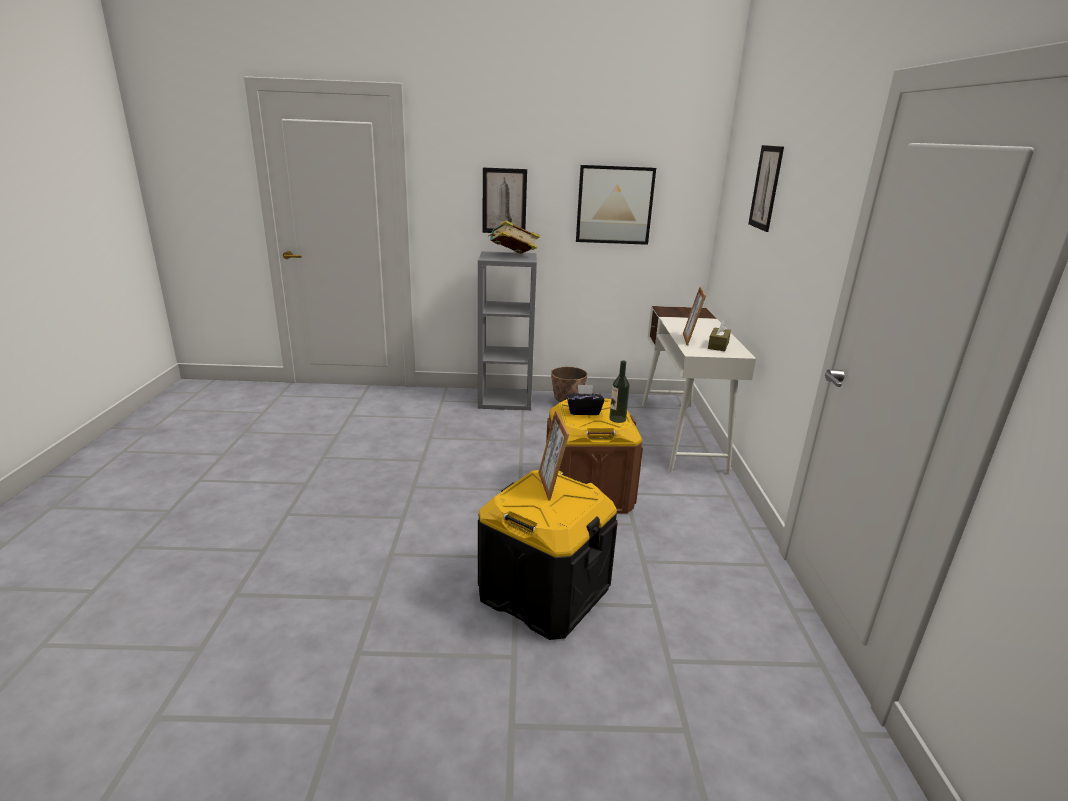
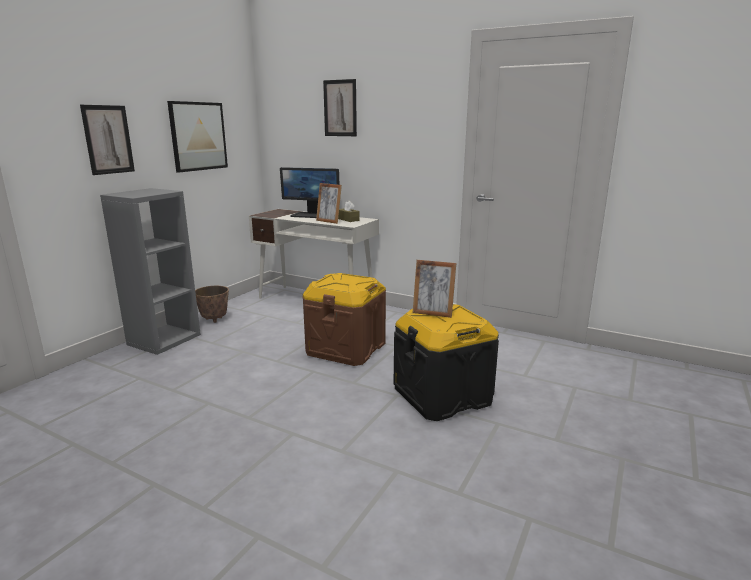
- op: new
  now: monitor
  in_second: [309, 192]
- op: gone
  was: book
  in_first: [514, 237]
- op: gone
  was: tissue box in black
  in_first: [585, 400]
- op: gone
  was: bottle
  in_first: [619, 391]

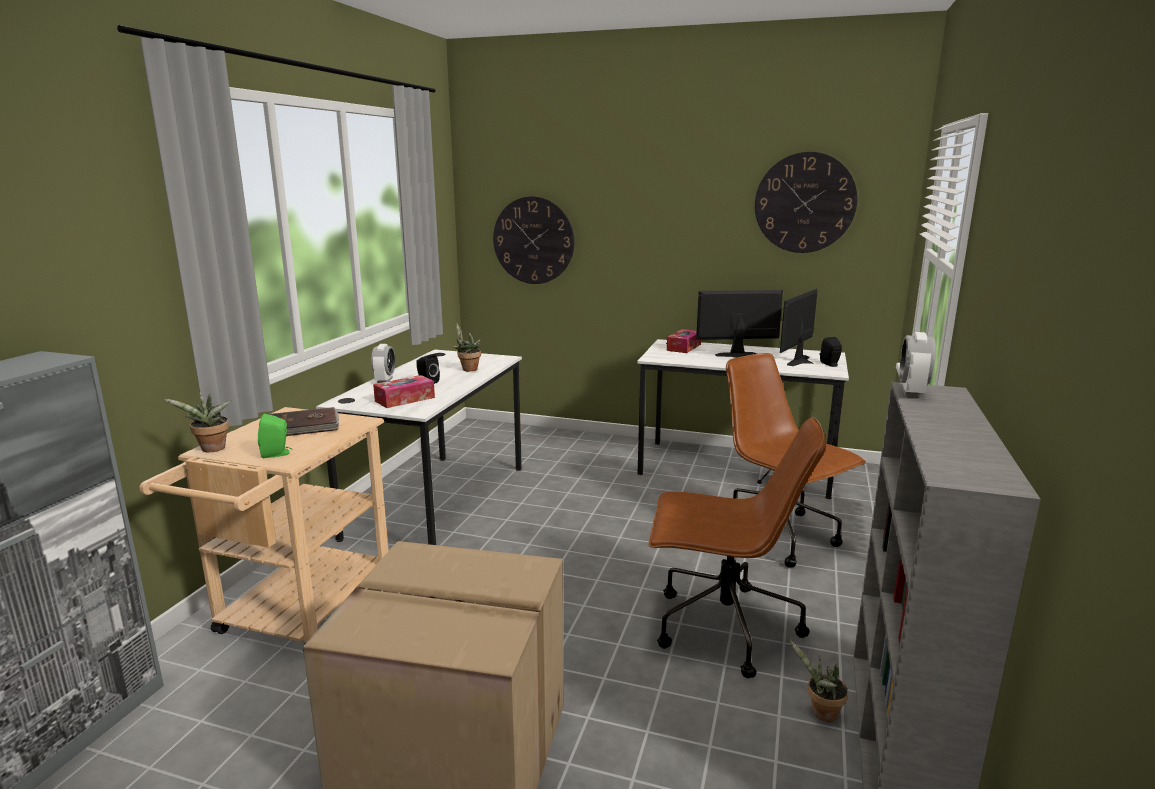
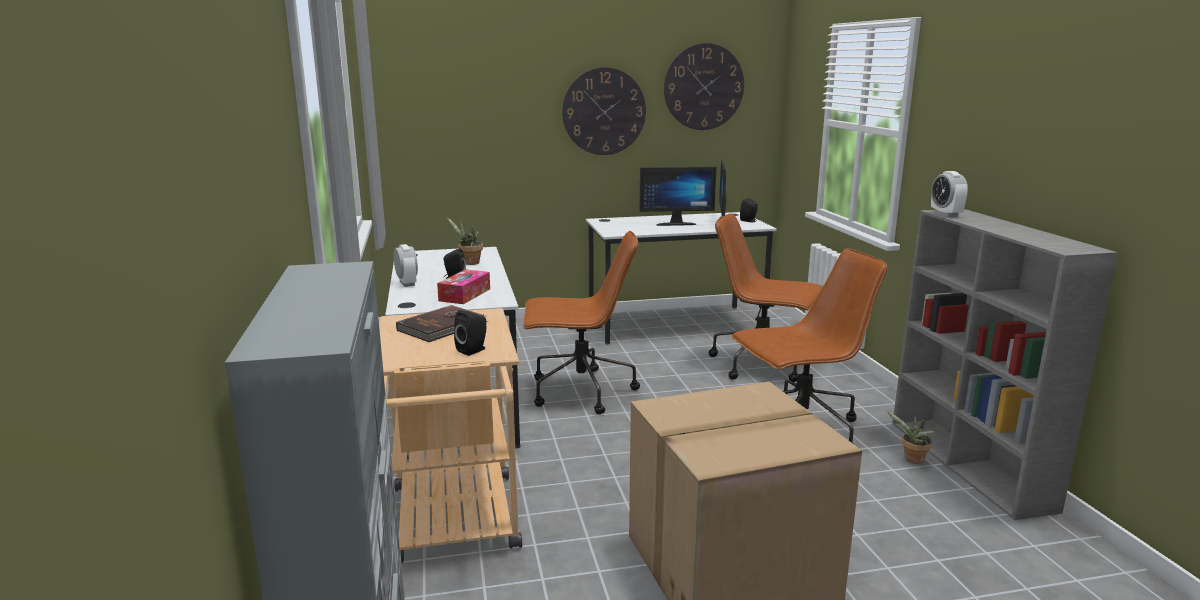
- op: repainted
  was: speaker in green
  now: speaker in black
  in_first: [275, 435]
  in_second: [470, 333]
- op: new
  now: office chair in brown
  in_second: [581, 322]
- op: shifted
  was: wall clock
  in_first: [534, 240]
  in_second: [604, 111]
- op: rotated
  was: monitor
  in_first: [739, 324]
  in_second: [678, 196]
  clockwise: -150
- op: gone
  was: potted plant
  in_first: [197, 422]
- op: gone
  was: tissue box
  in_first: [684, 341]

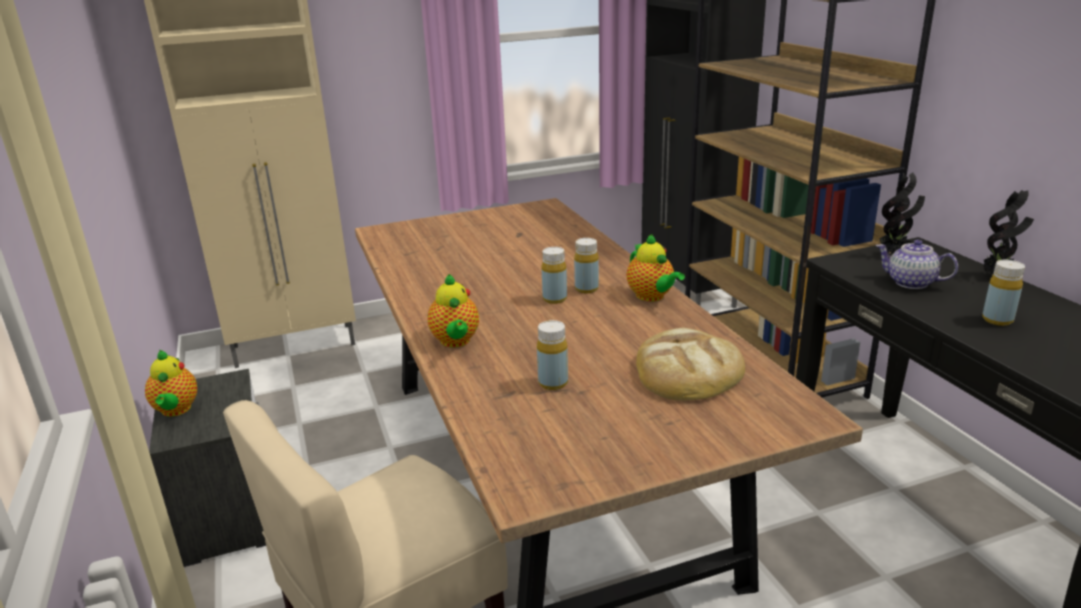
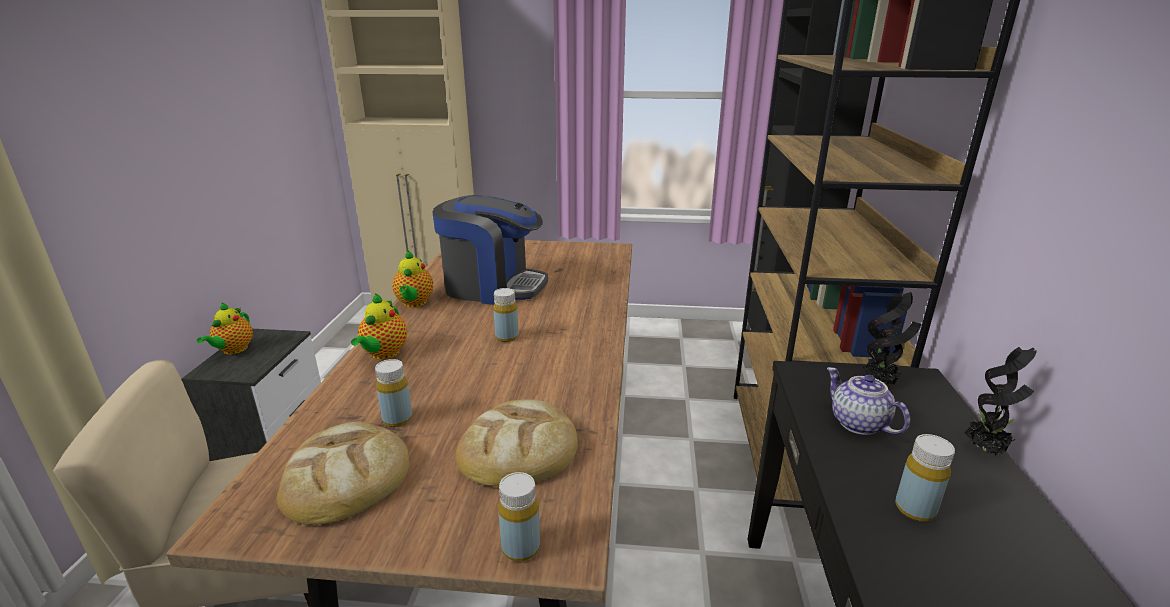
- op: new
  now: bread
  in_second: [343, 473]
- op: shifted
  was: teapot
  in_first: [656, 268]
  in_second: [412, 279]
- op: new
  now: coffee machine
  in_second: [490, 250]
- op: shifted
  was: bottle in yellow
  in_first: [586, 265]
  in_second: [519, 517]

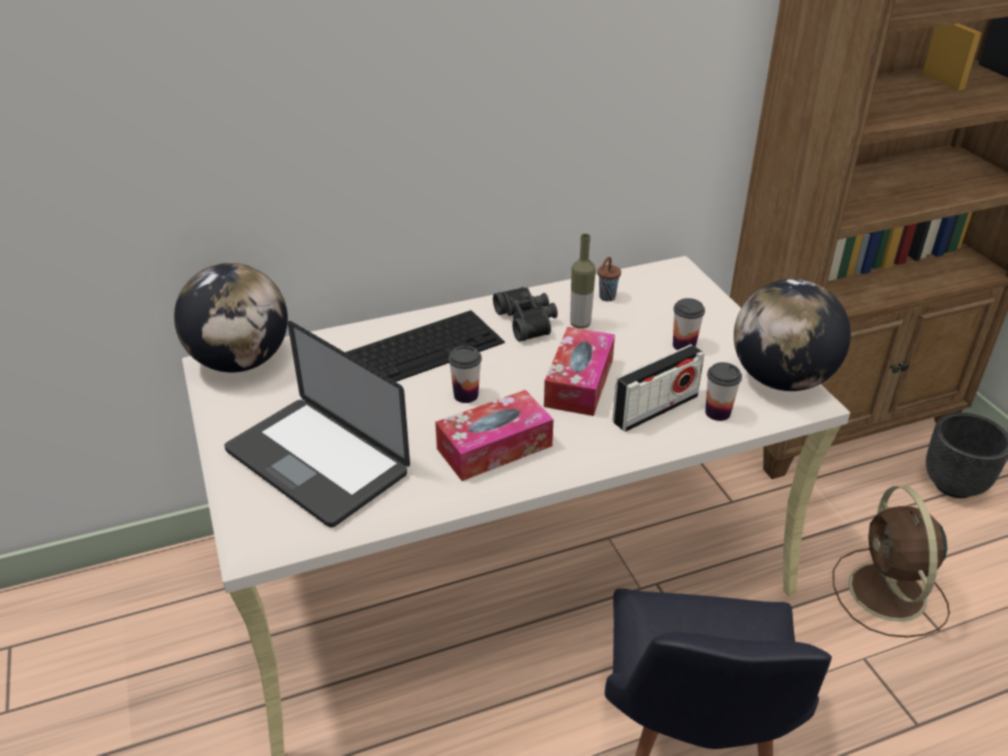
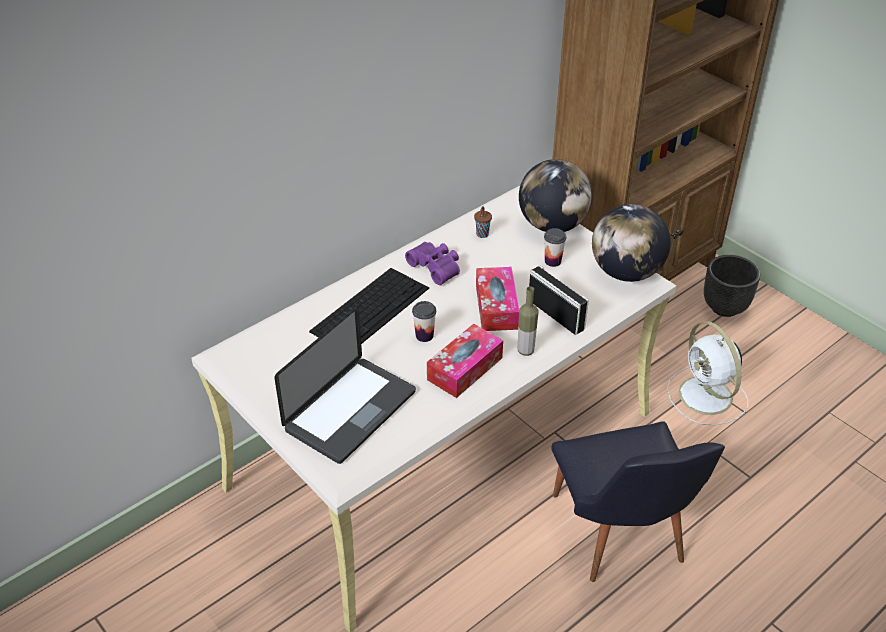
- op: rotated
  was: laptop
  in_first: [317, 424]
  in_second: [345, 385]
  clockwise: -75
- op: repainted
  was: binoculars in black
  now: binoculars in purple
  in_first: [525, 314]
  in_second: [432, 263]
- op: shifted
  was: bottle
  in_first: [583, 281]
  in_second: [528, 321]
- op: shifted
  was: globe
  in_first: [231, 317]
  in_second: [555, 195]
- op: rotated
  was: radio
  in_first: [658, 388]
  in_second: [559, 300]
  clockwise: -75
- op: repainted
  was: fan in brown
  now: fan in white
  in_first: [891, 562]
  in_second: [707, 373]
- op: gone
  was: cup
  in_first: [723, 391]

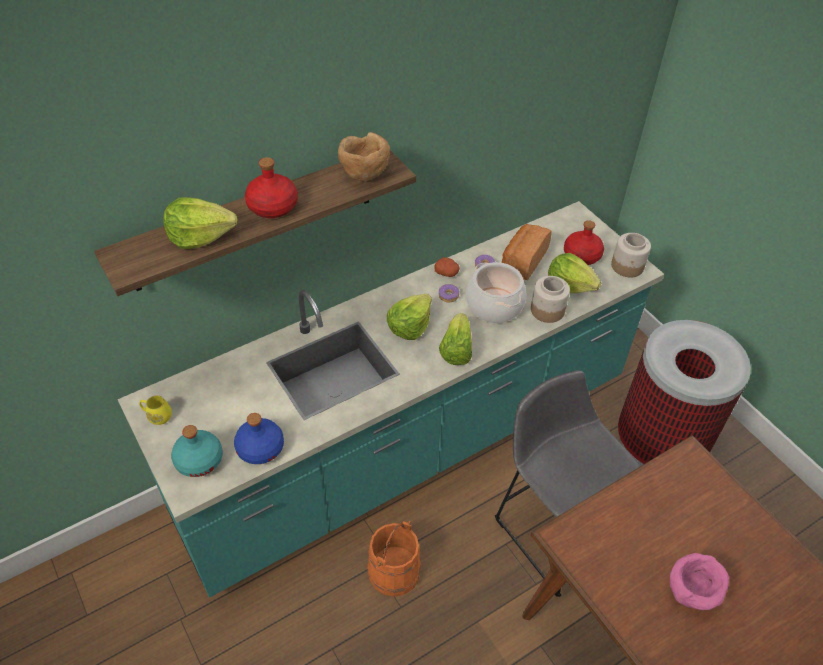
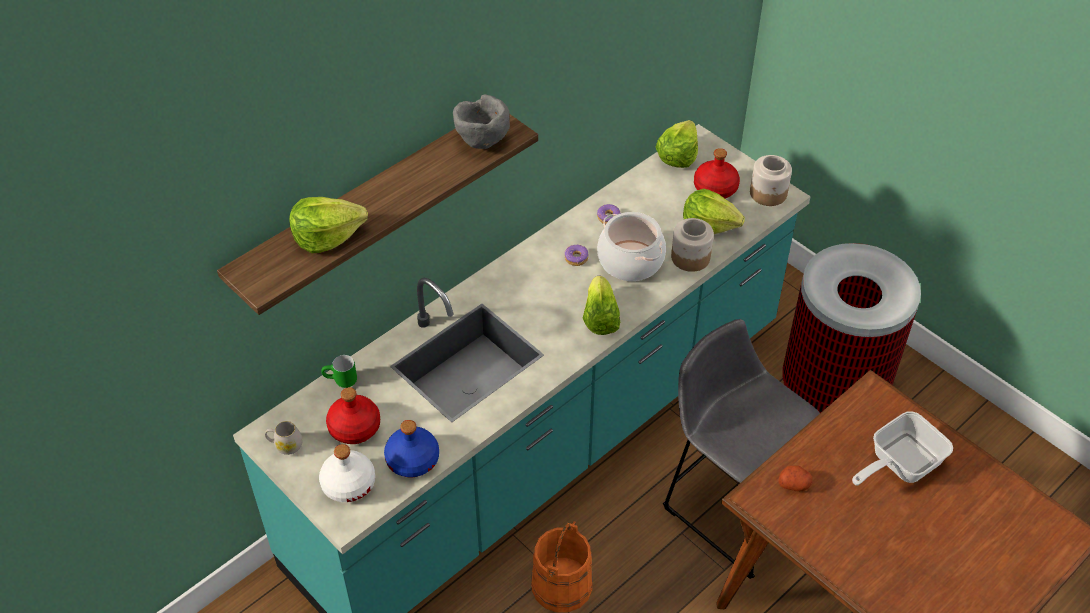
- op: repainted
  was: mug in yellow
  now: mug in white
  in_first: [155, 410]
  in_second: [283, 438]
- op: repainted
  was: bottle in turquoise
  now: bottle in white
  in_first: [197, 451]
  in_second: [347, 473]
- op: new
  now: mug in green
  in_second: [339, 371]
- op: shifted
  was: bottle in red
  in_first: [271, 187]
  in_second: [353, 415]
- op: repainted
  was: bowl in brown
  now: bowl in grey
  in_first: [364, 156]
  in_second: [481, 121]
- op: shifted
  was: lettuce
  in_first: [409, 317]
  in_second: [677, 144]
- op: shifted
  was: potato
  in_first: [447, 267]
  in_second: [795, 478]
- op: new
  now: frying pan
  in_second: [902, 448]
- op: gone
  was: bread
  in_first: [527, 252]
- op: gone
  was: bowl in pink
  in_first: [699, 581]

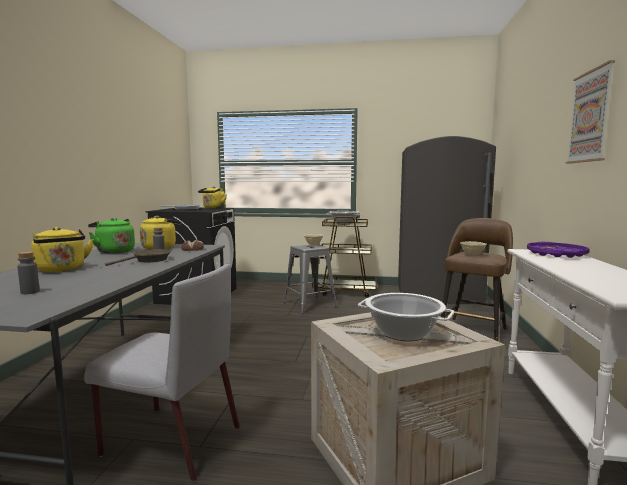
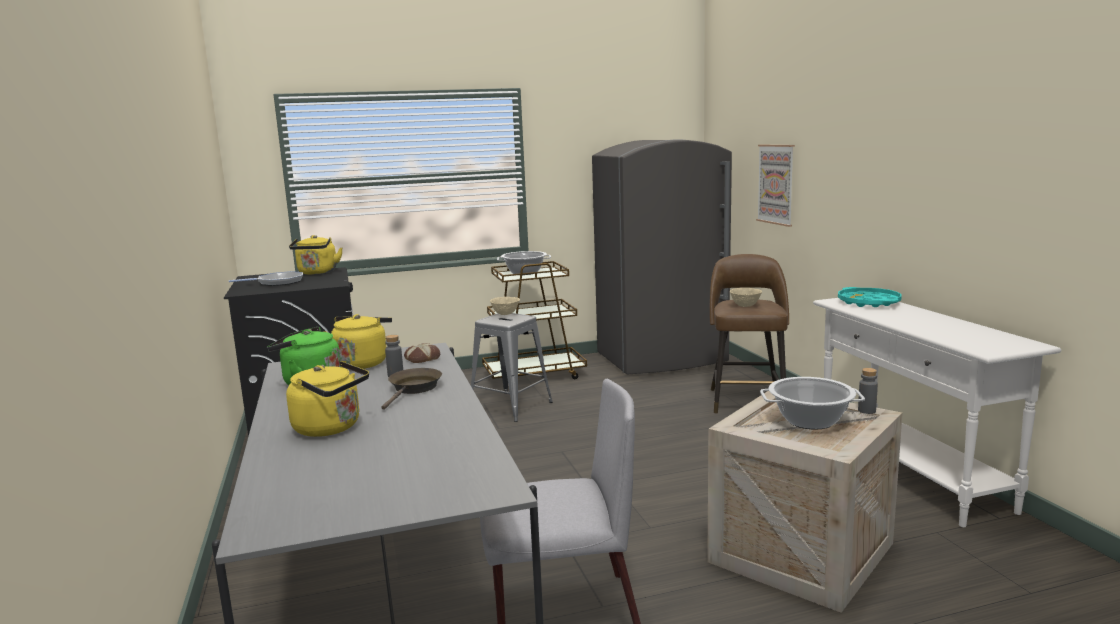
- op: shifted
  was: picture
  in_first: [590, 112]
  in_second: [775, 186]
- op: repainted
  was: tray in purple
  now: tray in turquoise
  in_first: [558, 250]
  in_second: [870, 297]
- op: shifted
  was: bottle in grey
  in_first: [28, 272]
  in_second: [868, 391]

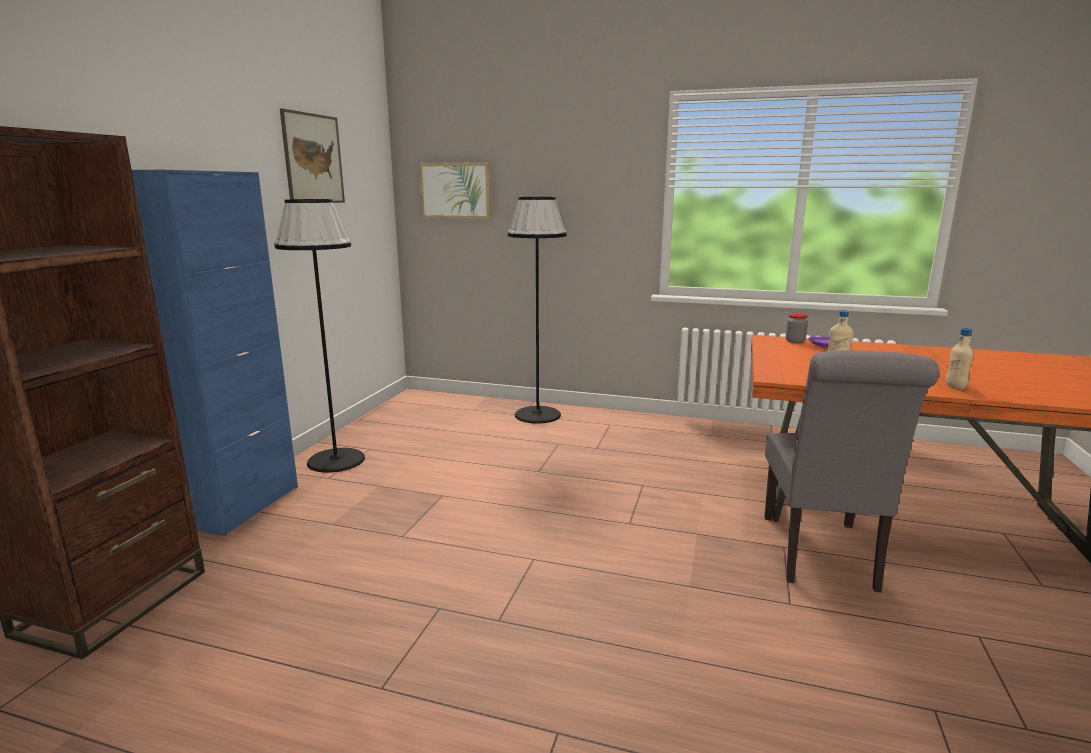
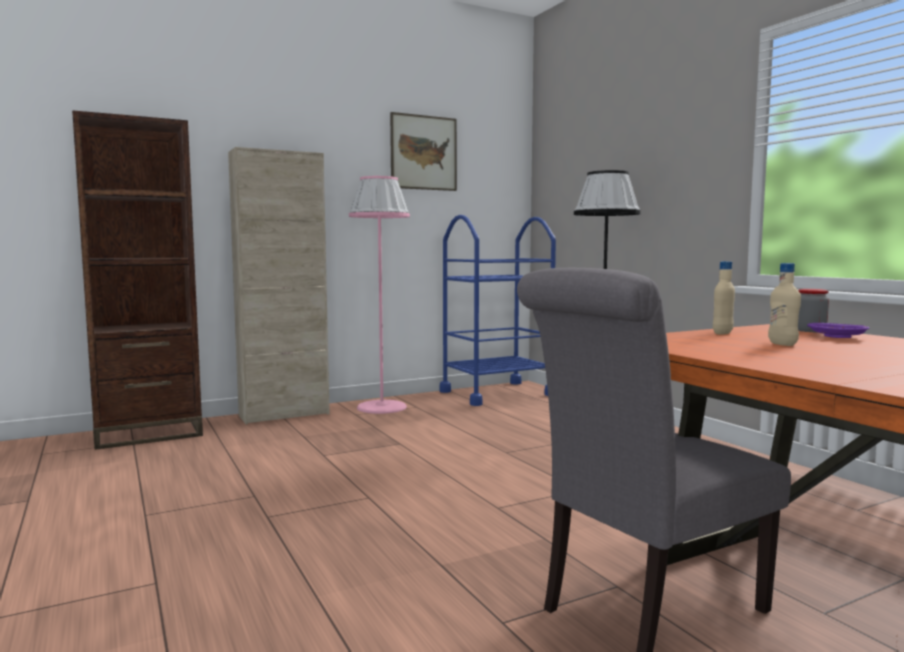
- op: repainted
  was: cabinet in blue
  now: cabinet in beige
  in_first: [215, 353]
  in_second: [279, 285]
- op: repainted
  was: floor lamp in black
  now: floor lamp in pink
  in_first: [319, 336]
  in_second: [379, 295]
- op: new
  now: cart in blue
  in_second: [498, 310]
- op: shifted
  was: bottle in beige
  in_first: [960, 359]
  in_second: [724, 298]
- op: gone
  was: picture
  in_first: [455, 190]

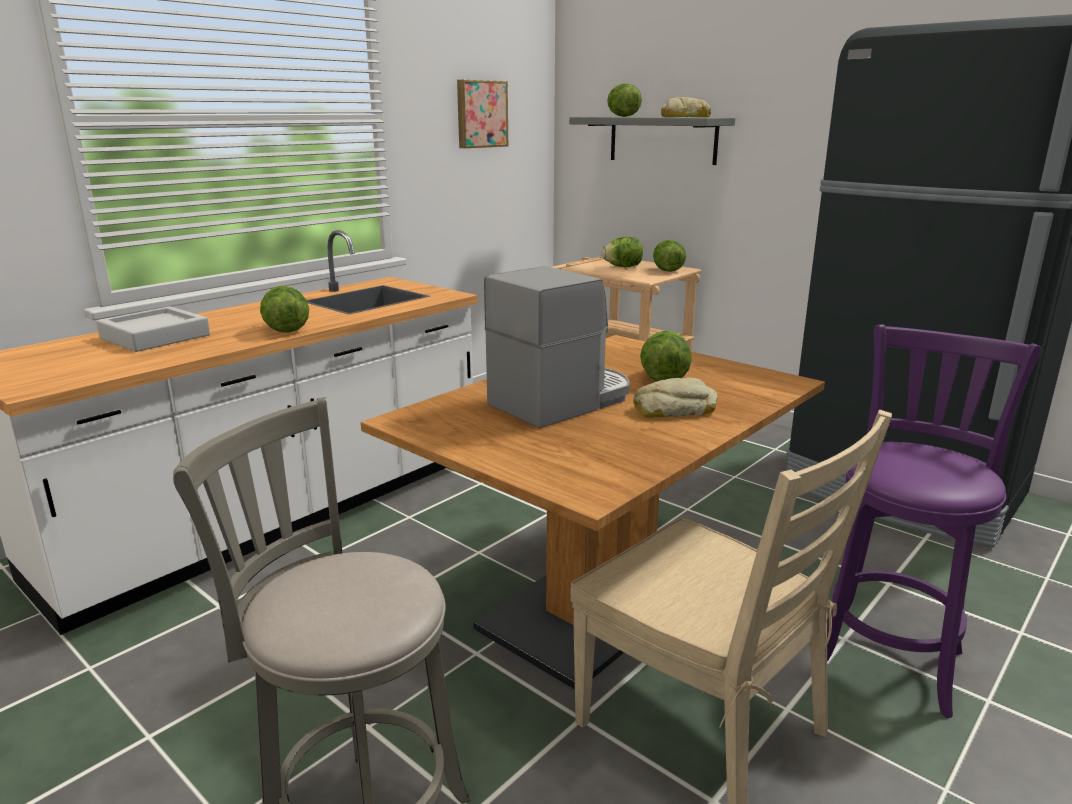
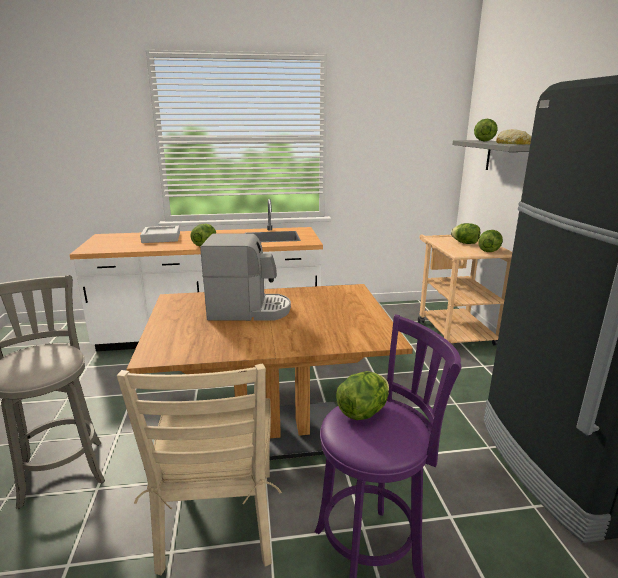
- op: shifted
  was: lettuce
  in_first: [666, 356]
  in_second: [362, 395]
- op: gone
  was: picture
  in_first: [482, 114]
- op: gone
  was: bread
  in_first: [675, 397]

